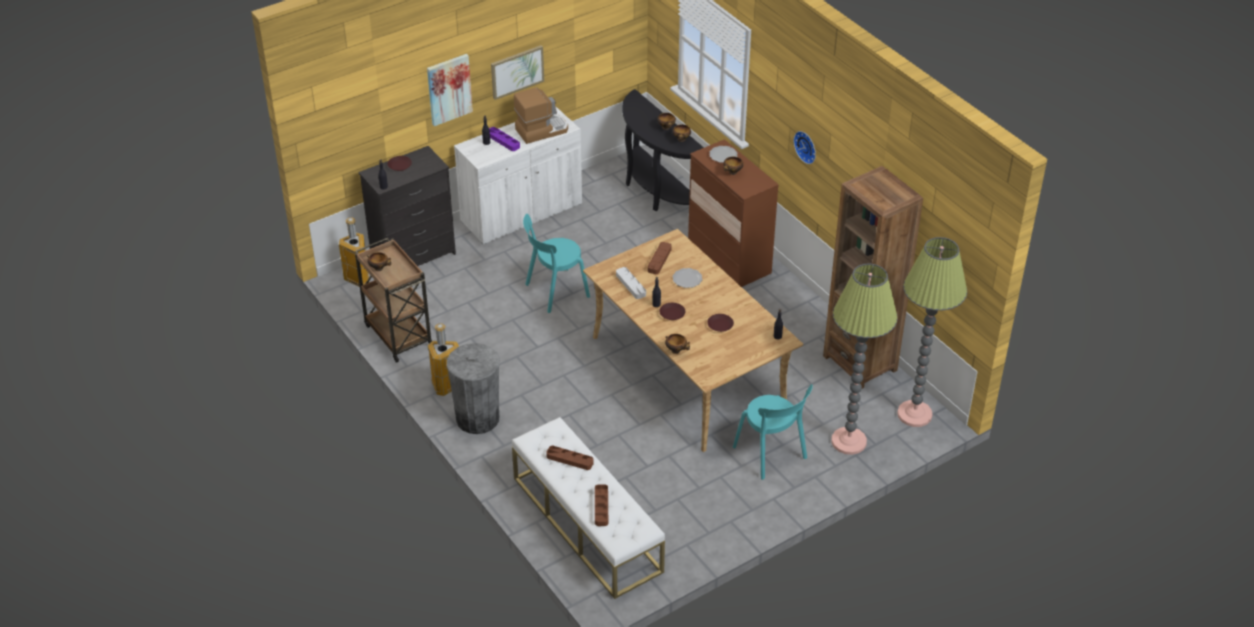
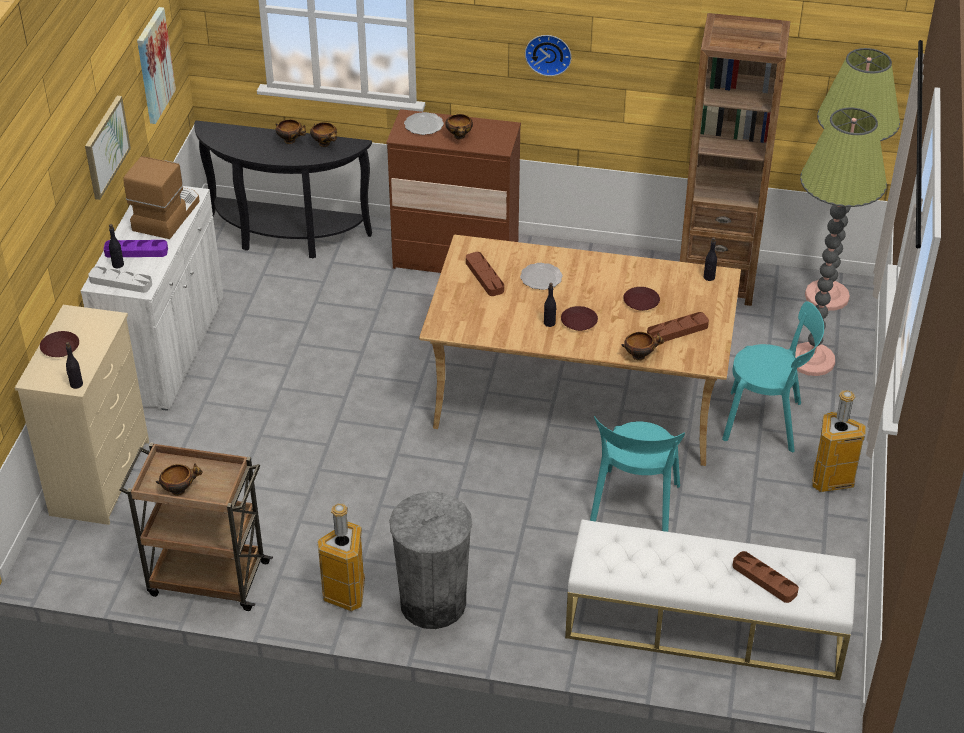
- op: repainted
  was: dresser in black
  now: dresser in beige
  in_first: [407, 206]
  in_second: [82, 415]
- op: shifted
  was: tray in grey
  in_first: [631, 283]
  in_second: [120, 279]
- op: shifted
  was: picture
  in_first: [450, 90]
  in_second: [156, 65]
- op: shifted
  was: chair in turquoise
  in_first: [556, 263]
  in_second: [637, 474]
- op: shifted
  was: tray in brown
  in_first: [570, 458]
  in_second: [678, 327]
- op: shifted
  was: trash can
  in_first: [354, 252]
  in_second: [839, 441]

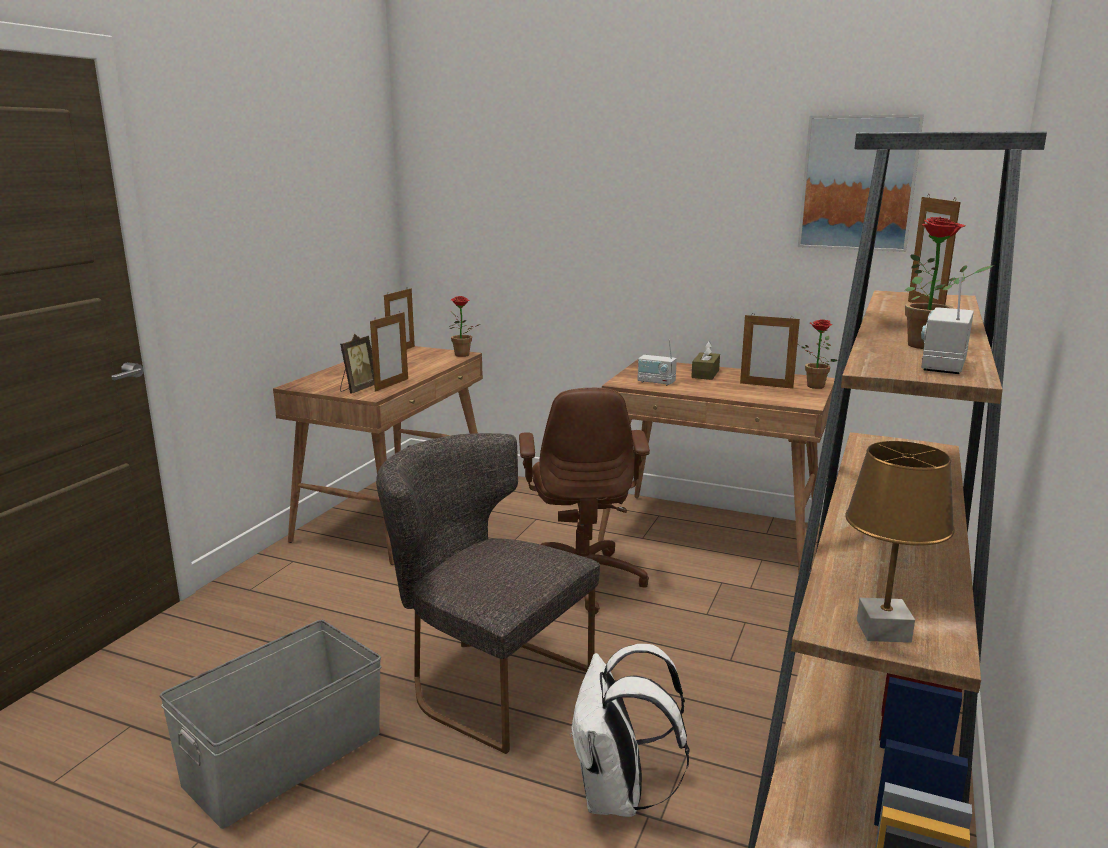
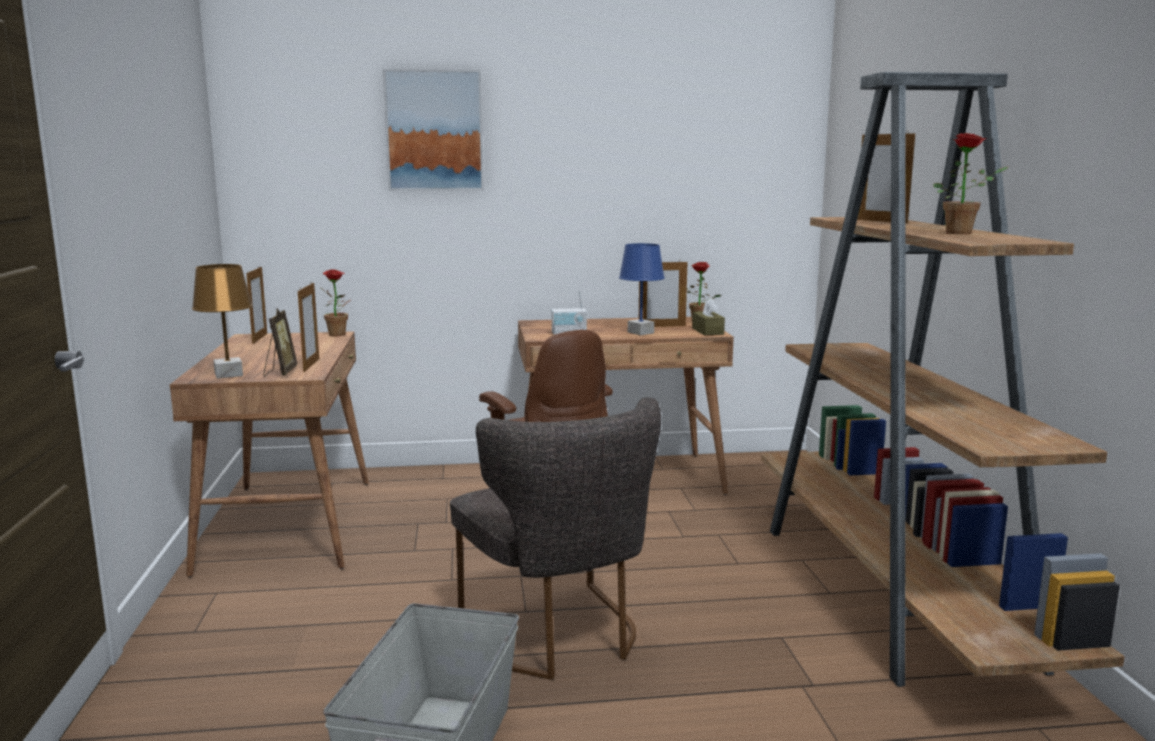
- op: shifted
  was: table lamp in brown
  in_first: [900, 542]
  in_second: [222, 321]
- op: shifted
  was: picture
  in_first: [861, 183]
  in_second: [433, 130]
- op: rotated
  was: chair in grey
  in_first: [488, 593]
  in_second: [555, 538]
  clockwise: -120
- op: new
  now: table lamp in blue
  in_second: [642, 289]
- op: shifted
  was: tissue box in brown
  in_first: [705, 360]
  in_second: [708, 316]
- op: gone
  was: backpack in white
  in_first: [630, 730]
- op: gone
  was: radio
  in_first: [947, 325]

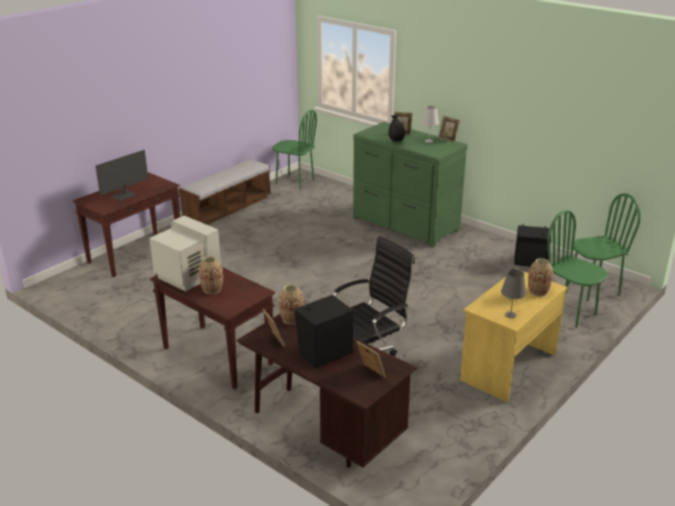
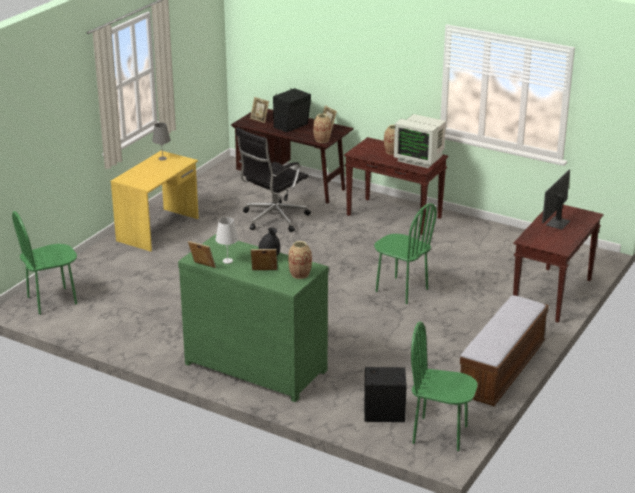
- op: shifted
  was: vase
  in_first: [540, 277]
  in_second: [300, 260]
- op: shifted
  was: speaker in black
  in_first: [532, 245]
  in_second: [385, 394]
- op: shifted
  was: chair in green
  in_first: [577, 269]
  in_second: [405, 253]

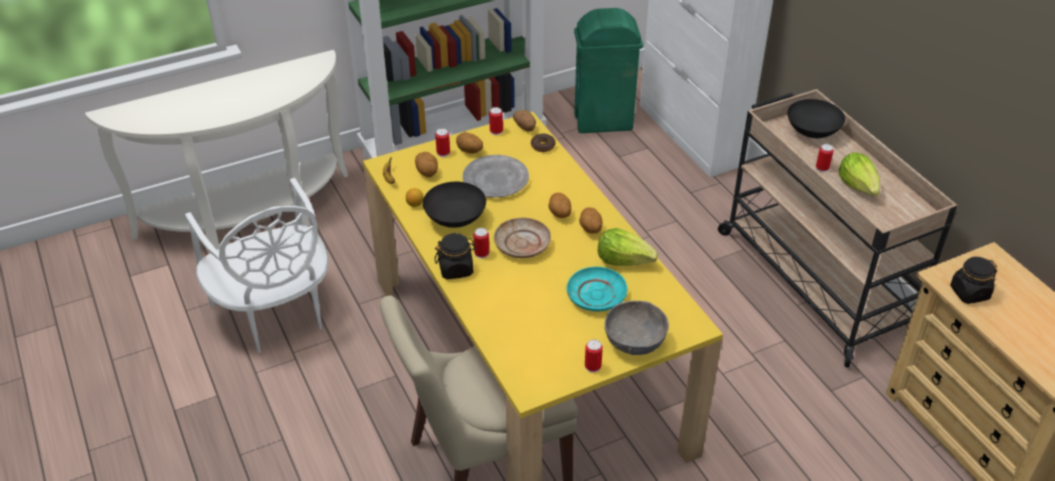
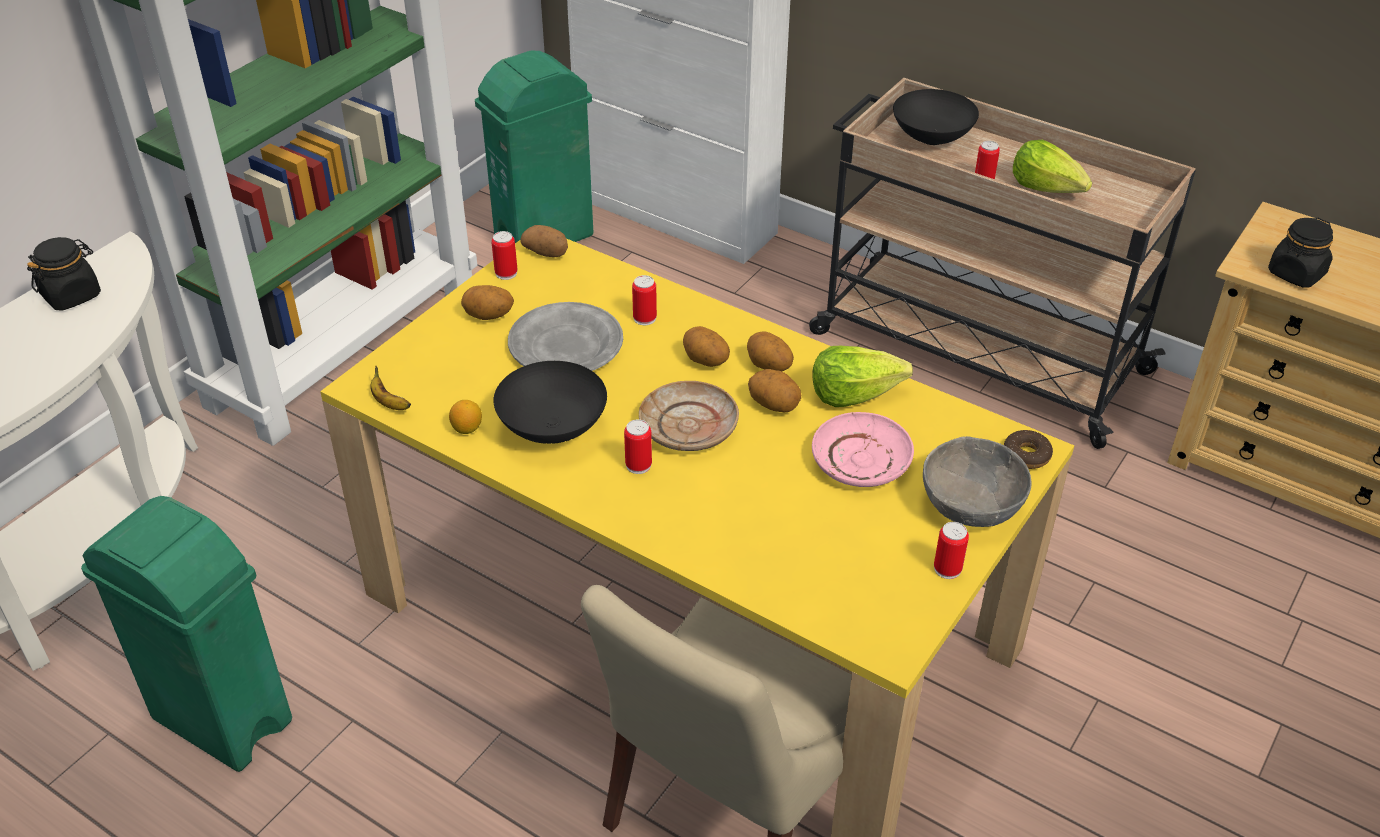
- op: shifted
  was: jar in black
  in_first: [456, 256]
  in_second: [64, 274]
- op: swapped
  was: chair in white
  now: trash can in green
  in_first: [257, 265]
  in_second: [186, 634]
- op: shifted
  was: can
  in_first: [442, 142]
  in_second: [644, 300]
- op: shifted
  was: potato
  in_first: [426, 164]
  in_second: [774, 390]
- op: repainted
  was: plate in turquoise
  now: plate in pink
  in_first: [597, 289]
  in_second: [863, 449]
- op: shifted
  was: donut
  in_first: [543, 143]
  in_second: [1028, 449]

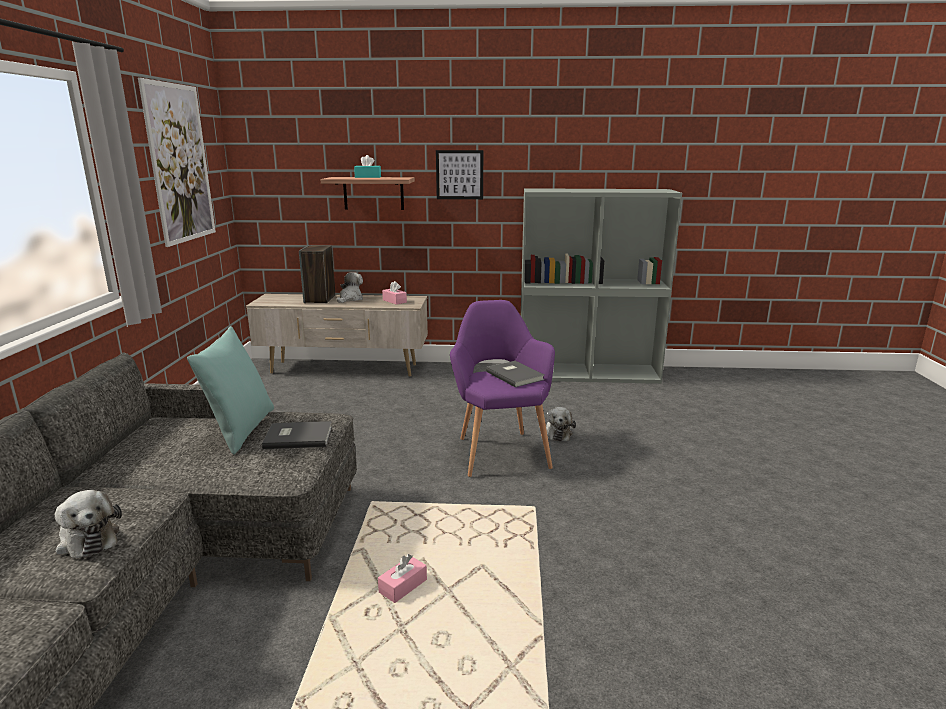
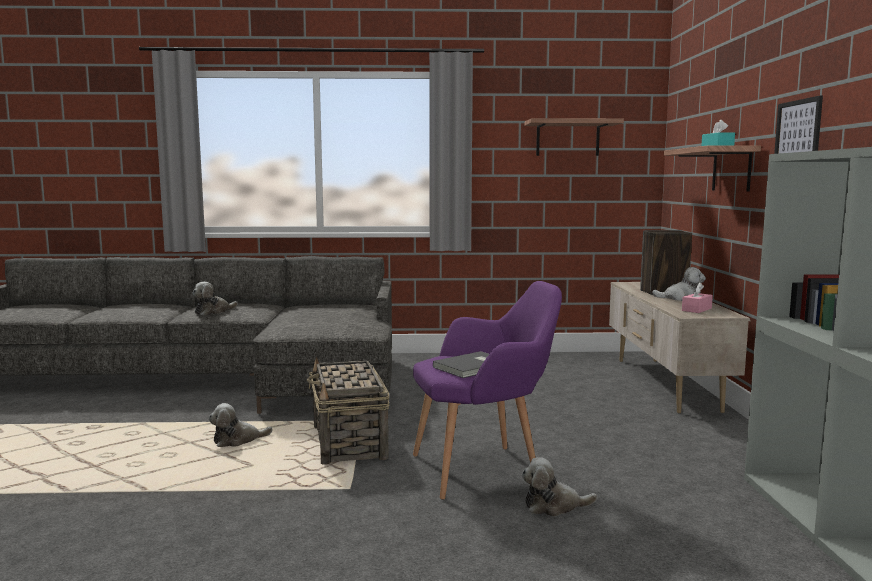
- op: swapped
  was: tissue box in pink
  now: plush toy
  in_first: [402, 578]
  in_second: [240, 425]
- op: new
  now: basket
  in_second: [348, 411]
- op: swapped
  was: picture
  now: shelf
  in_first: [177, 162]
  in_second: [574, 137]
- op: gone
  was: pillow in turquoise
  in_first: [230, 390]
- op: gone
  was: book in grey
  in_first: [297, 435]

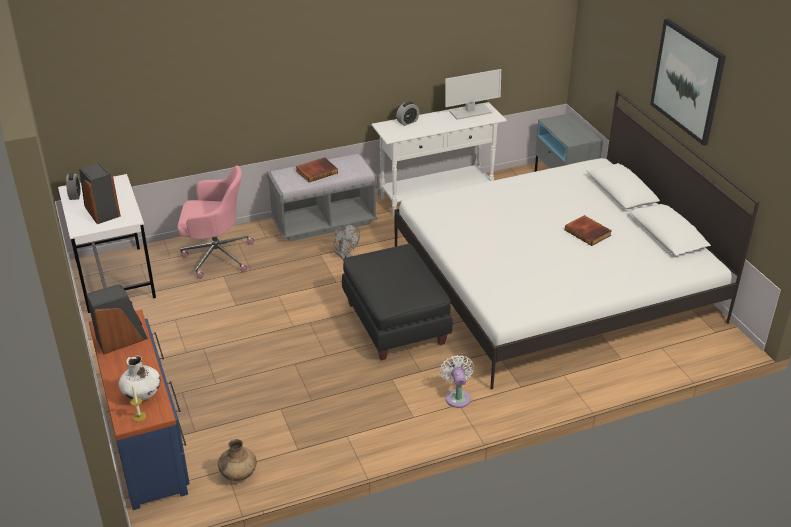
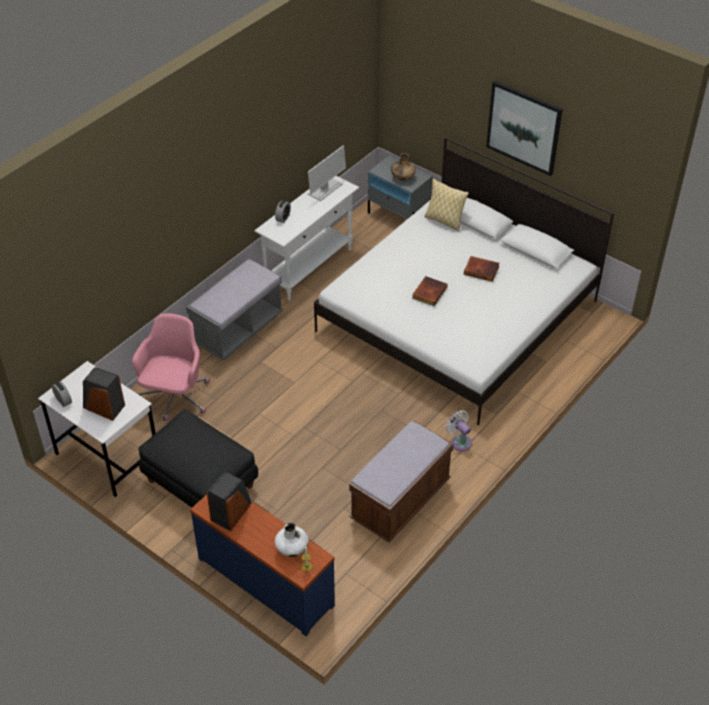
- op: rotated
  was: office chair in pink
  in_first: [215, 222]
  in_second: [171, 367]
  clockwise: -45
- op: shifted
  was: ottoman in black
  in_first: [397, 302]
  in_second: [198, 458]
- op: new
  now: bench in brown
  in_second: [401, 481]
- op: shifted
  was: vase in brown
  in_first: [237, 460]
  in_second: [403, 167]
- op: shifted
  was: book
  in_first: [317, 169]
  in_second: [430, 291]
- op: new
  now: pillow
  in_second: [446, 204]
- op: gone
  was: fan in grey
  in_first: [347, 241]

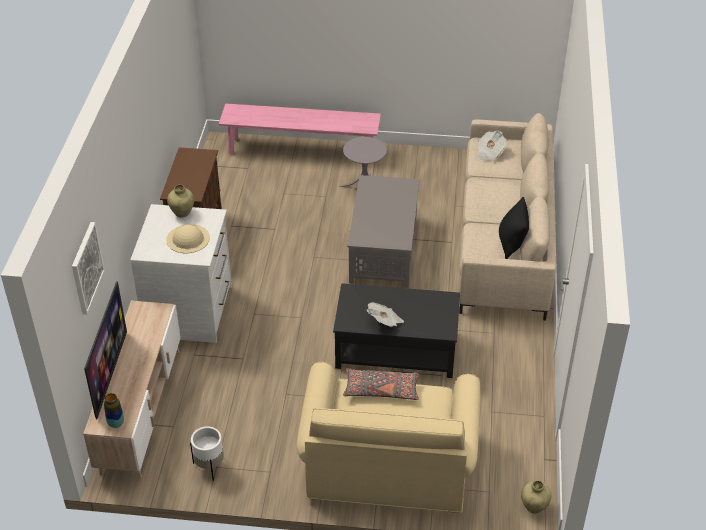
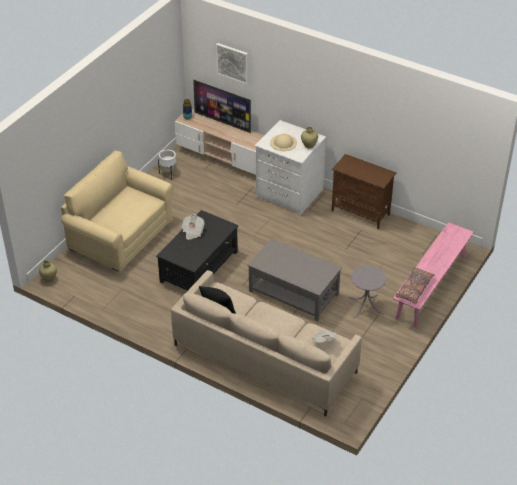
- op: shifted
  was: pillow in grey
  in_first: [381, 384]
  in_second: [415, 285]

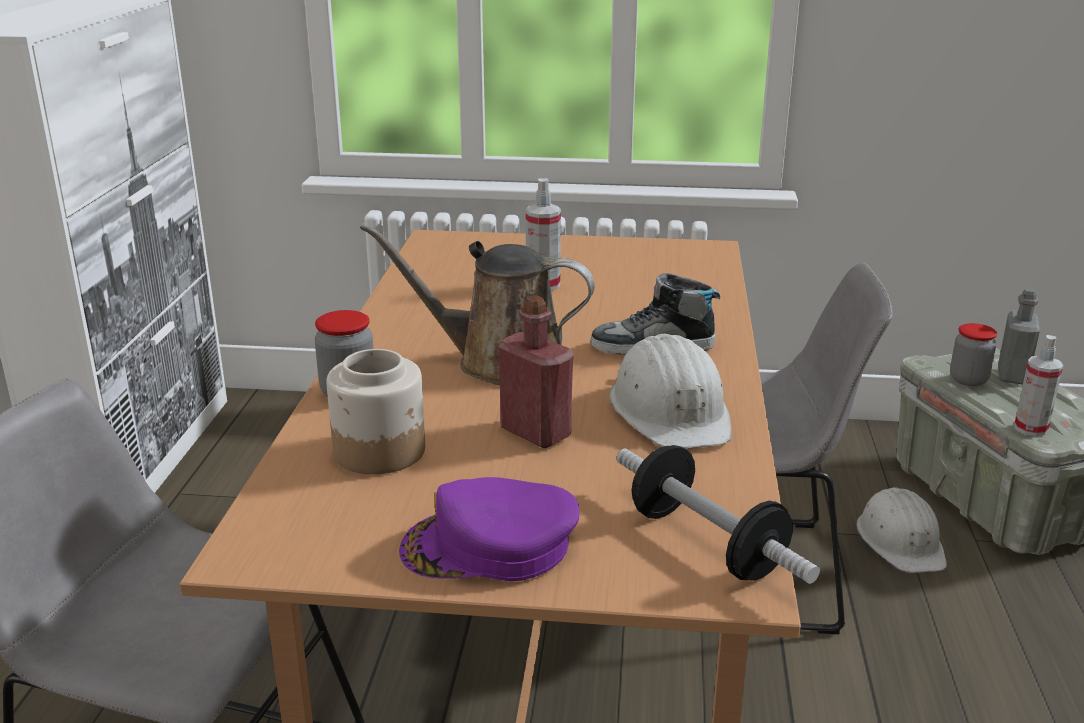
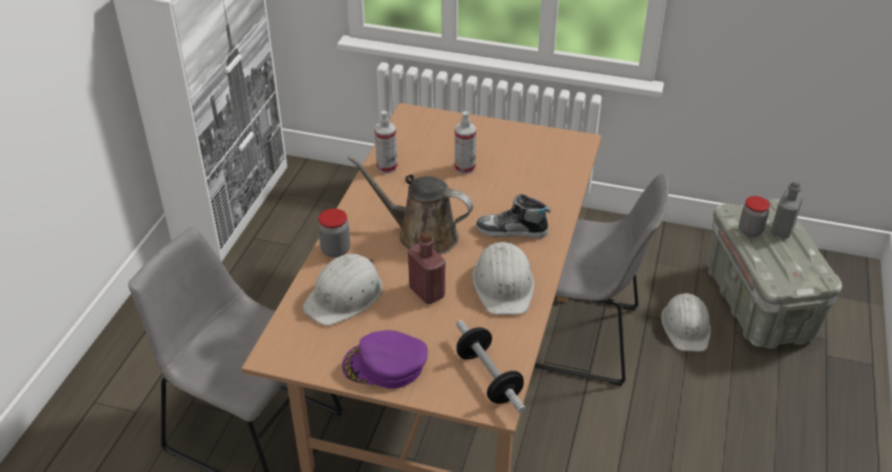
- op: swapped
  was: jar
  now: hard hat in white
  in_first: [375, 411]
  in_second: [342, 290]
- op: shifted
  was: spray bottle
  in_first: [1038, 385]
  in_second: [386, 142]

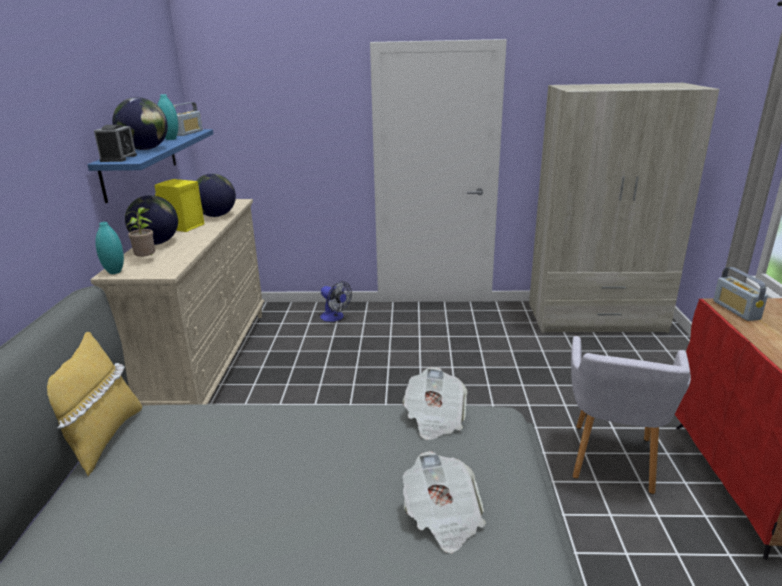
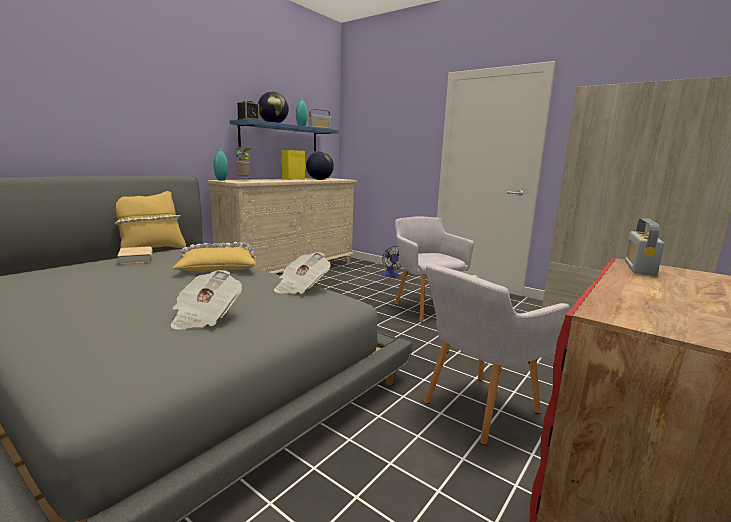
- op: new
  now: book in beige
  in_second: [135, 255]
- op: new
  now: pillow in yellow
  in_second: [214, 257]
- op: new
  now: armchair in grey
  in_second: [434, 270]
- op: gone
  was: globe
  in_first: [151, 220]

